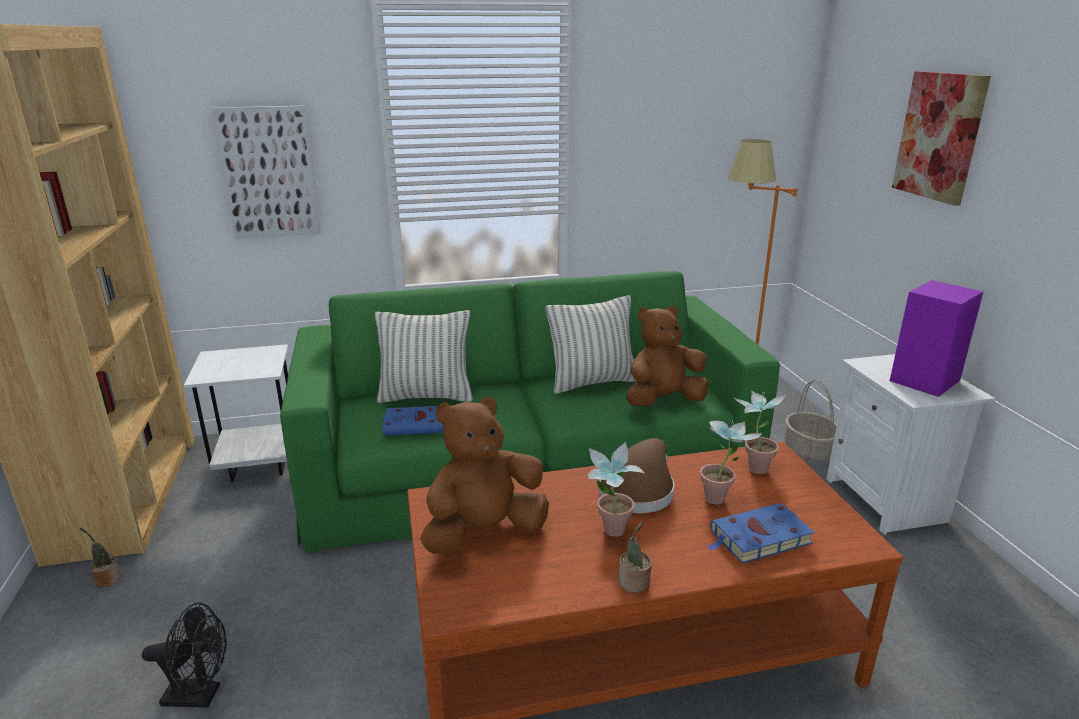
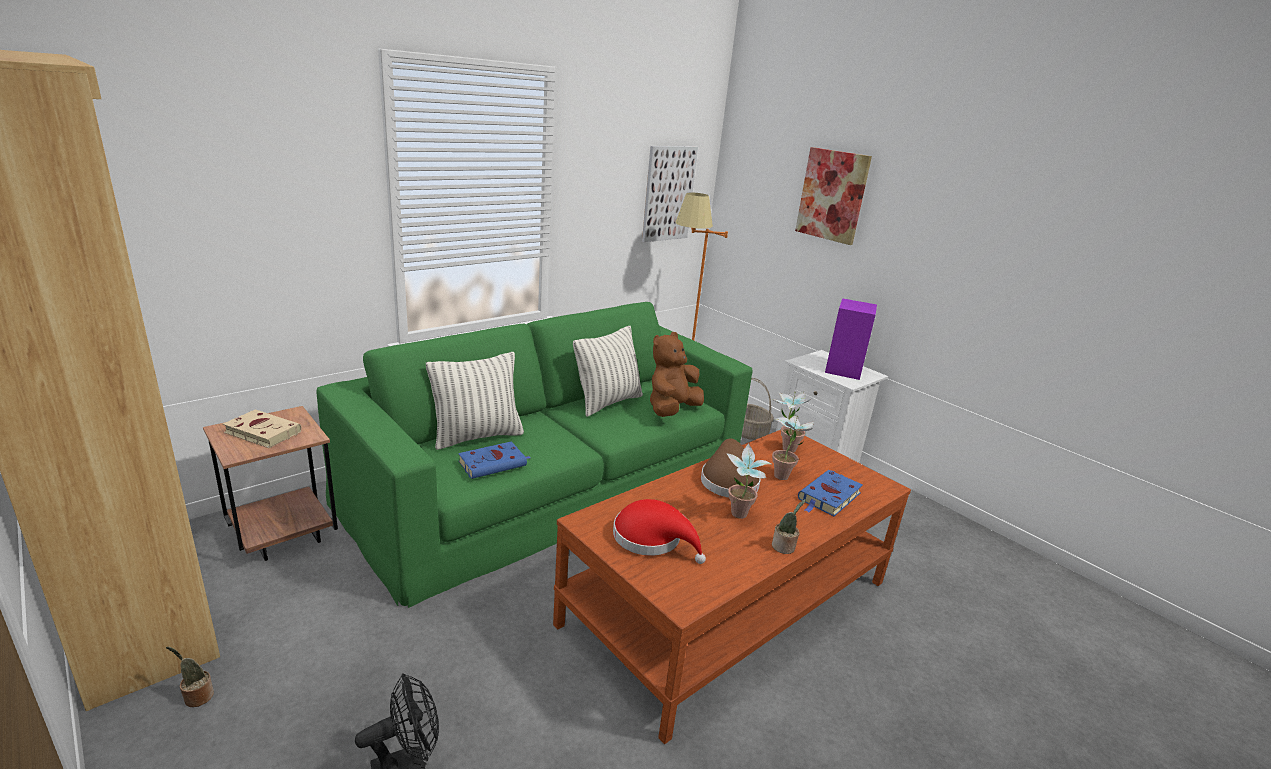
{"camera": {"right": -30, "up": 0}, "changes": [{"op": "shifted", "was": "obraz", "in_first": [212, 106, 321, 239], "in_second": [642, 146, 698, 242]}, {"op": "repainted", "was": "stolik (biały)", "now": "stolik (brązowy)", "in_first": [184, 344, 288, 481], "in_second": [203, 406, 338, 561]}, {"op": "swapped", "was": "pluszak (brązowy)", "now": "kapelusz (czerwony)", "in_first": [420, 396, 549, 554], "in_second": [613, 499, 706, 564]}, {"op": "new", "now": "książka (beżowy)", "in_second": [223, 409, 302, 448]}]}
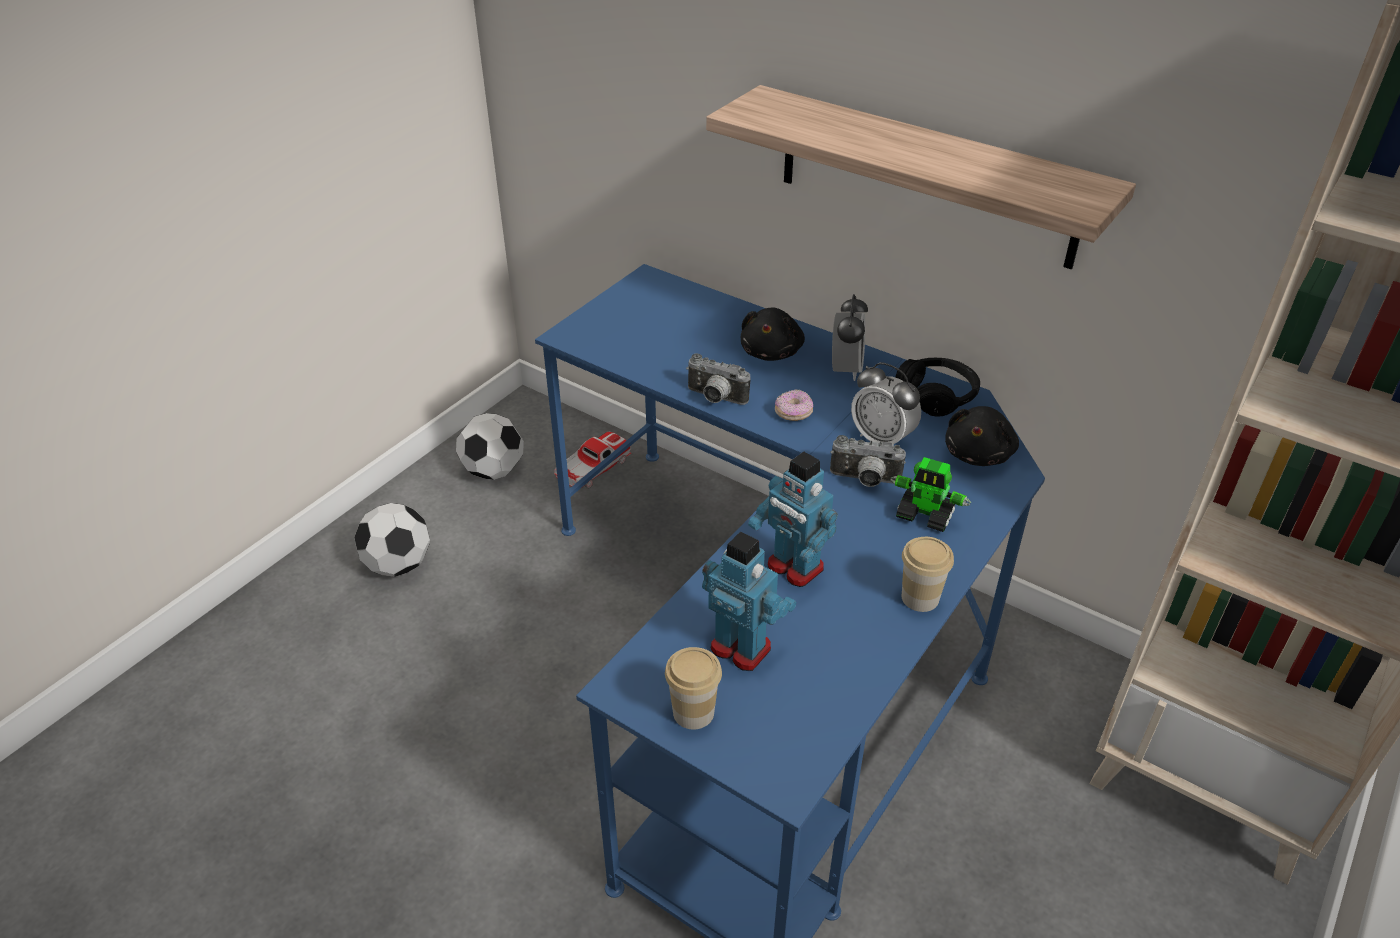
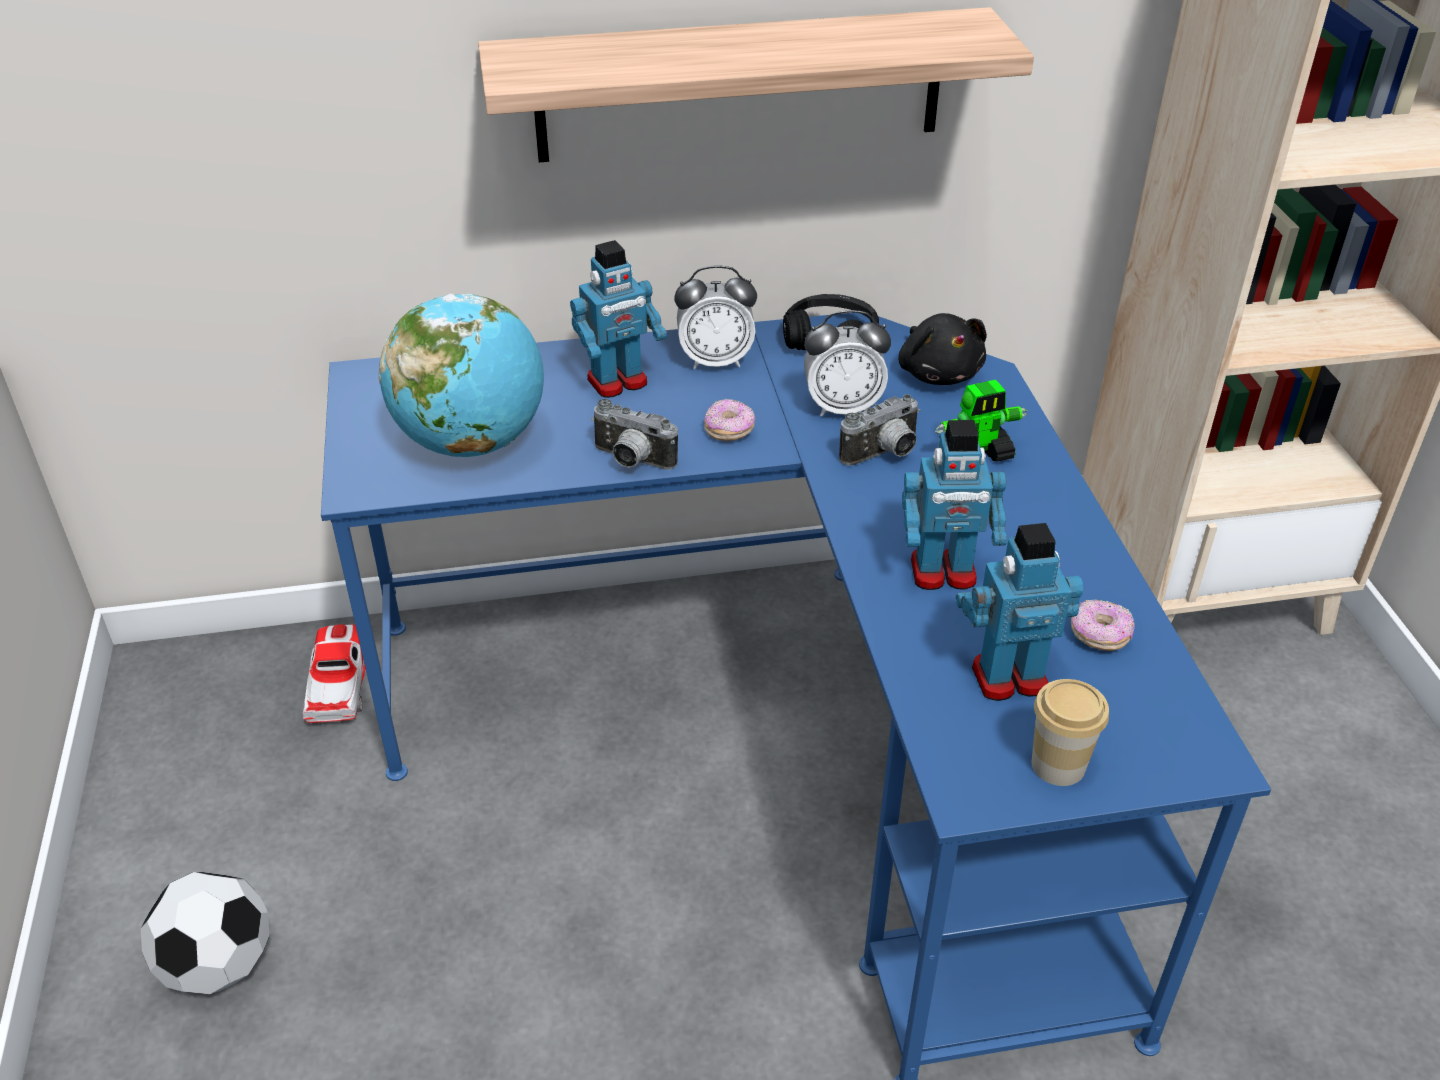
{"camera": {"right": -45, "up": 0}, "changes": [{"op": "rotated", "was": "budzik", "in_first": [832, 294, 868, 381], "in_second": [674, 265, 757, 369], "clockwise": 120}, {"op": "swapped", "was": "pluszak (czarny)", "now": "robot zabawkowy", "in_first": [741, 308, 805, 361], "in_second": [570, 240, 667, 398]}, {"op": "rotated", "was": "aparat fotograficzny", "in_first": [686, 353, 751, 405], "in_second": [591, 399, 678, 470], "clockwise": 45}, {"op": "gone", "was": "piłka futbolowa", "in_first": [456, 413, 524, 480]}, {"op": "gone", "was": "filiżanka", "in_first": [902, 537, 954, 612]}, {"op": "new", "now": "globus", "in_second": [379, 294, 544, 457]}, {"op": "new", "now": "donut", "in_second": [1071, 599, 1135, 651]}]}
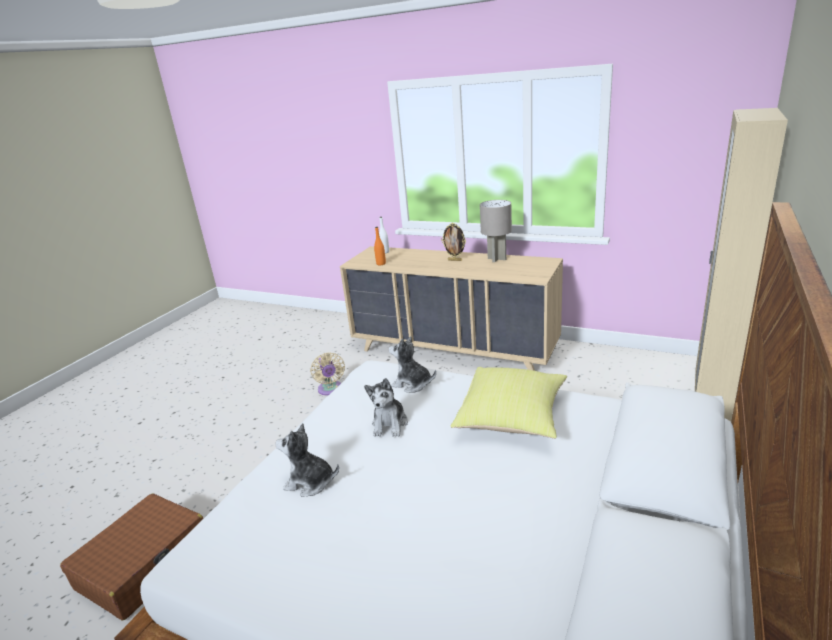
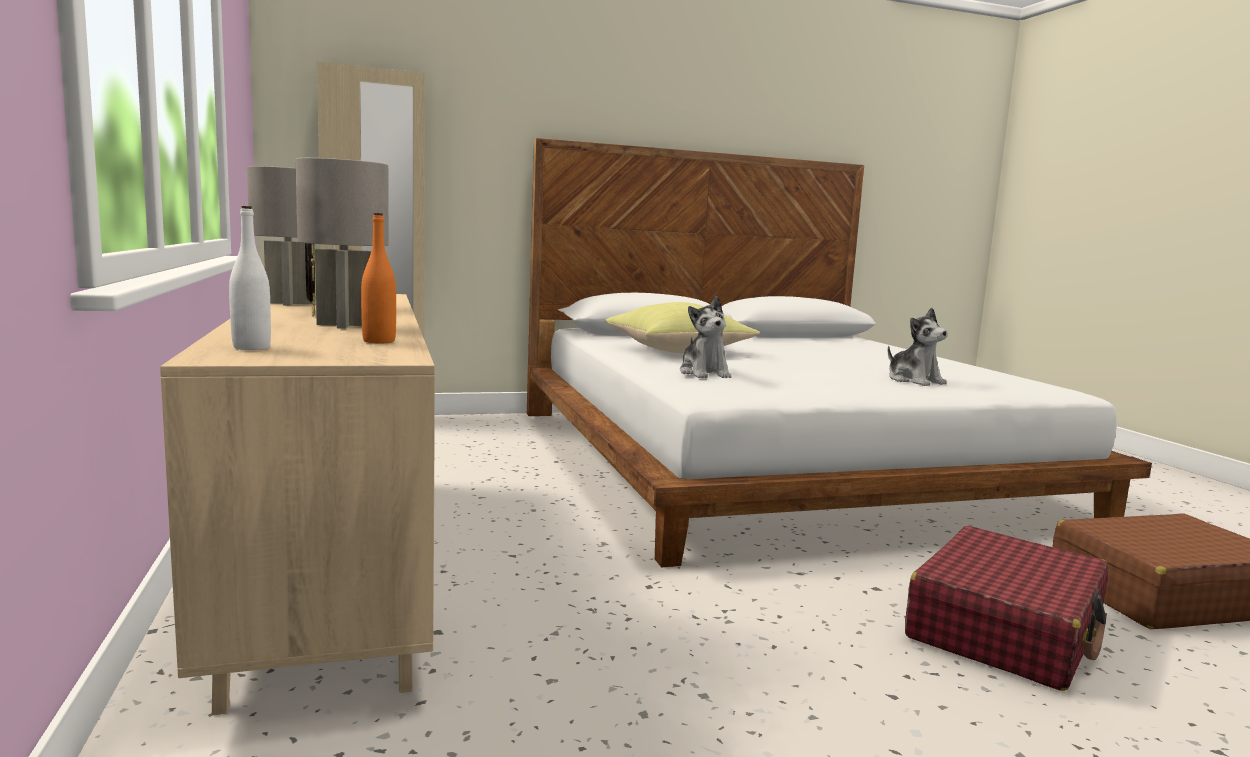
{"camera": {"right": -135, "up": -15}, "changes": [{"op": "gone", "was": "wentylator (beżowy)", "in_first": [310, 352, 345, 395]}, {"op": "gone", "was": "pluszak", "in_first": [364, 378, 408, 437]}, {"op": "new", "now": "lampa stołowa (szary)", "in_second": [295, 158, 389, 329]}, {"op": "new", "now": "walizka (czerwony)", "in_second": [905, 526, 1109, 691]}]}
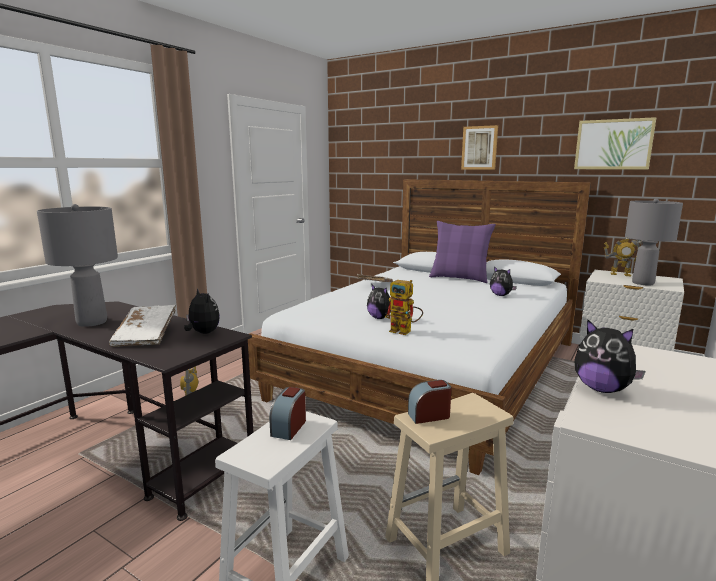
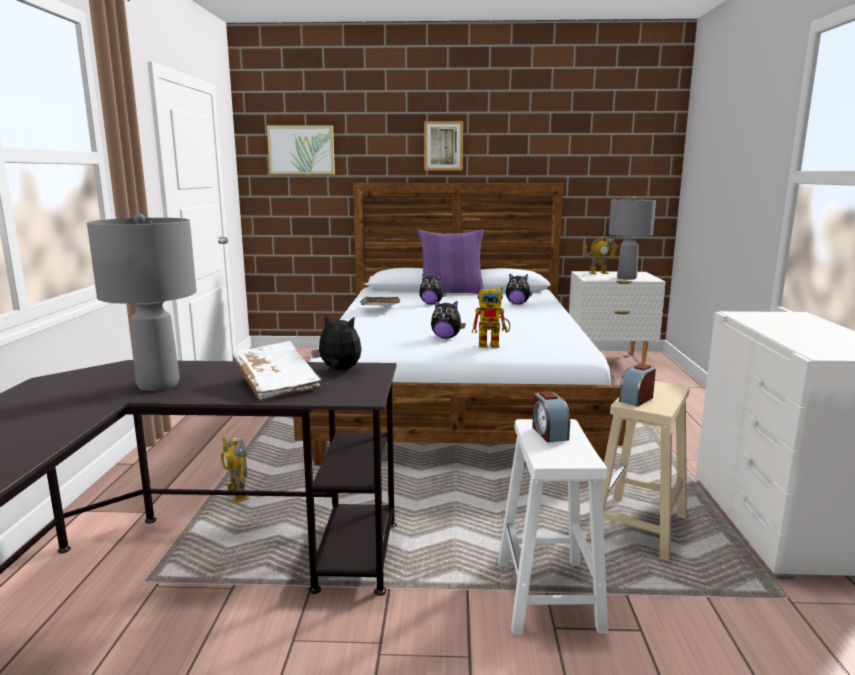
{"camera": {"right": -30, "up": 0}, "changes": [{"op": "shifted", "was": "obraz", "in_first": [574, 117, 656, 170], "in_second": [267, 125, 335, 174]}, {"op": "shifted", "was": "pluszak", "in_first": [574, 319, 646, 393], "in_second": [419, 273, 447, 304]}]}
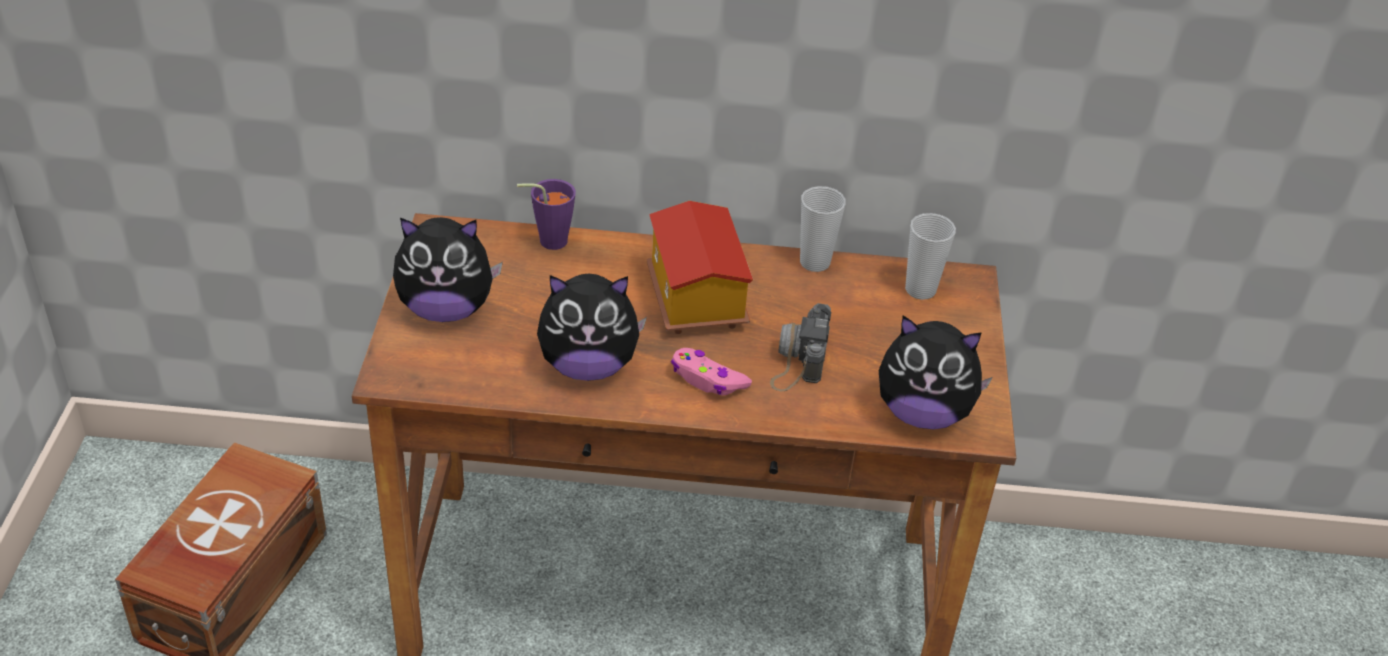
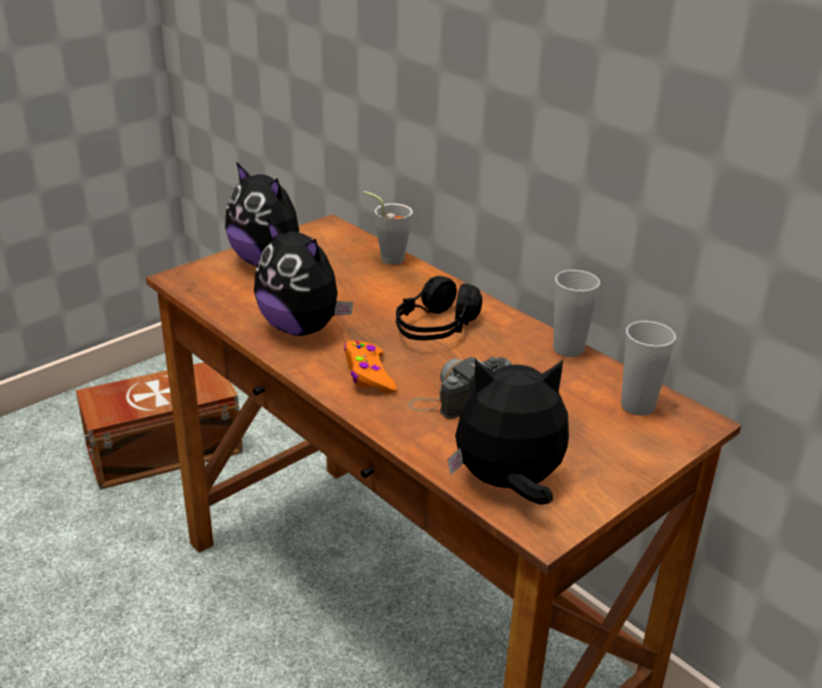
{"camera": {"right": 45, "up": -10}, "changes": [{"op": "repainted", "was": "filiżanka (fioletowy)", "now": "filiżanka (szary)", "in_first": [517, 179, 576, 250], "in_second": [363, 191, 413, 265]}, {"op": "swapped", "was": "domek", "now": "słuchawki (czarny)", "in_first": [647, 201, 753, 334], "in_second": [396, 276, 482, 340]}, {"op": "rotated", "was": "pluszak", "in_first": [879, 316, 993, 429], "in_second": [448, 359, 569, 505], "clockwise": 120}, {"op": "repainted", "was": "pad do gier (różowy)", "now": "pad do gier (pomarańczowy)", "in_first": [671, 348, 752, 396], "in_second": [344, 341, 397, 394]}]}
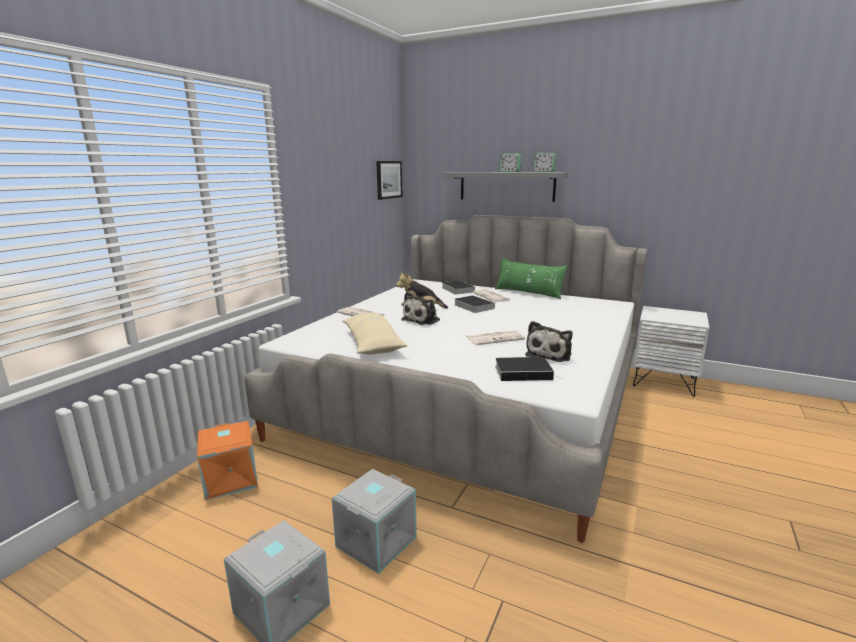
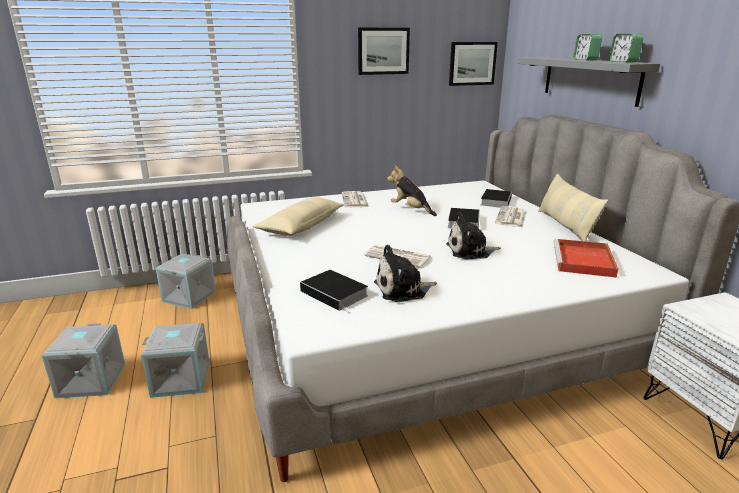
{"camera": {"right": 45, "up": 5}, "changes": [{"op": "repainted", "was": "poduszka (zielony)", "now": "poduszka (beżowy)", "in_first": [495, 258, 567, 299], "in_second": [538, 174, 608, 242]}, {"op": "shifted", "was": "pluszak", "in_first": [401, 292, 440, 325], "in_second": [446, 212, 500, 259]}, {"op": "repainted", "was": "pojemnik do przechowywania (pomarańczowy)", "now": "pojemnik do przechowywania (szary)", "in_first": [197, 421, 258, 500], "in_second": [156, 254, 216, 309]}, {"op": "new", "now": "obraz", "in_second": [358, 28, 410, 75]}, {"op": "new", "now": "taca (czerwony)", "in_second": [554, 239, 618, 278]}]}
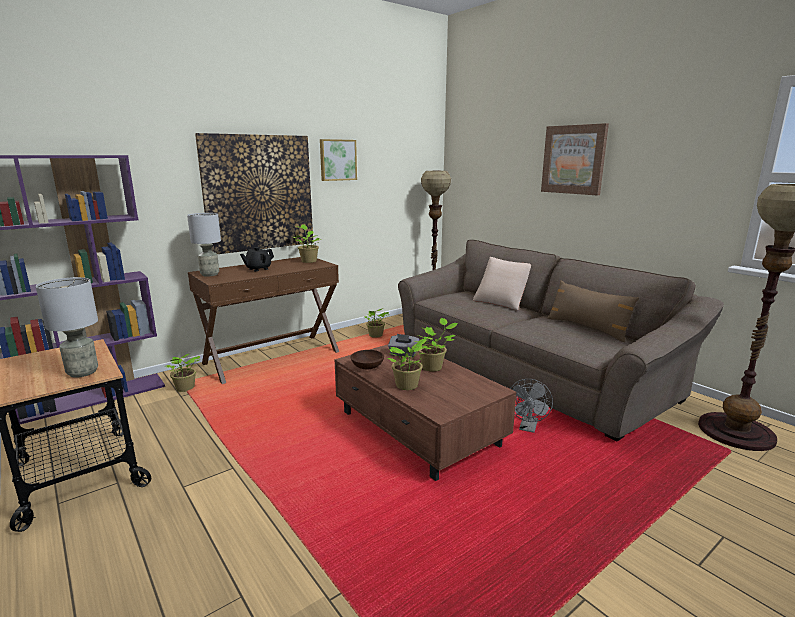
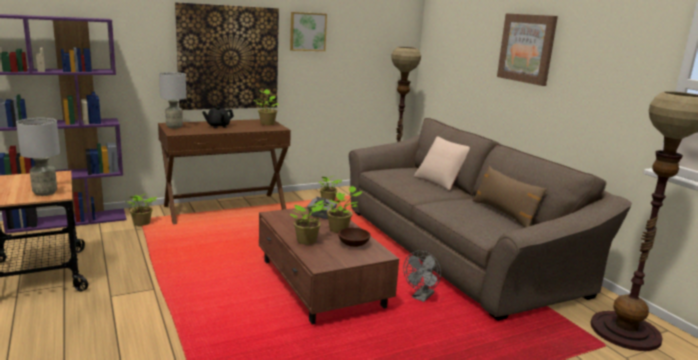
{"camera": {"right": 10, "up": 0}, "changes": [{"op": "shifted", "was": "miska (brązowy)", "in_first": [350, 350, 384, 369], "in_second": [338, 228, 371, 247]}]}
